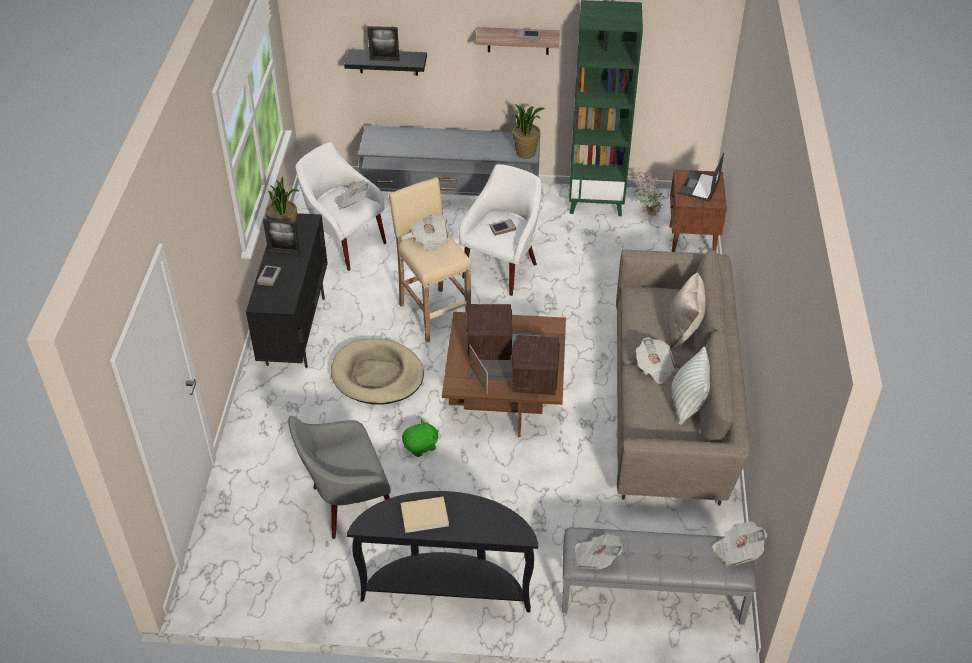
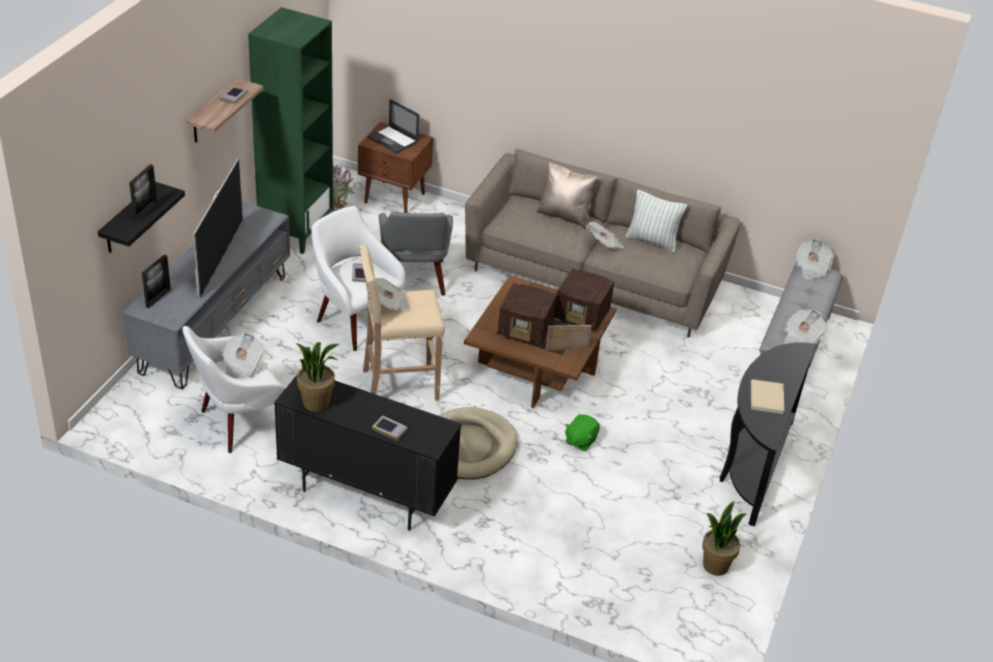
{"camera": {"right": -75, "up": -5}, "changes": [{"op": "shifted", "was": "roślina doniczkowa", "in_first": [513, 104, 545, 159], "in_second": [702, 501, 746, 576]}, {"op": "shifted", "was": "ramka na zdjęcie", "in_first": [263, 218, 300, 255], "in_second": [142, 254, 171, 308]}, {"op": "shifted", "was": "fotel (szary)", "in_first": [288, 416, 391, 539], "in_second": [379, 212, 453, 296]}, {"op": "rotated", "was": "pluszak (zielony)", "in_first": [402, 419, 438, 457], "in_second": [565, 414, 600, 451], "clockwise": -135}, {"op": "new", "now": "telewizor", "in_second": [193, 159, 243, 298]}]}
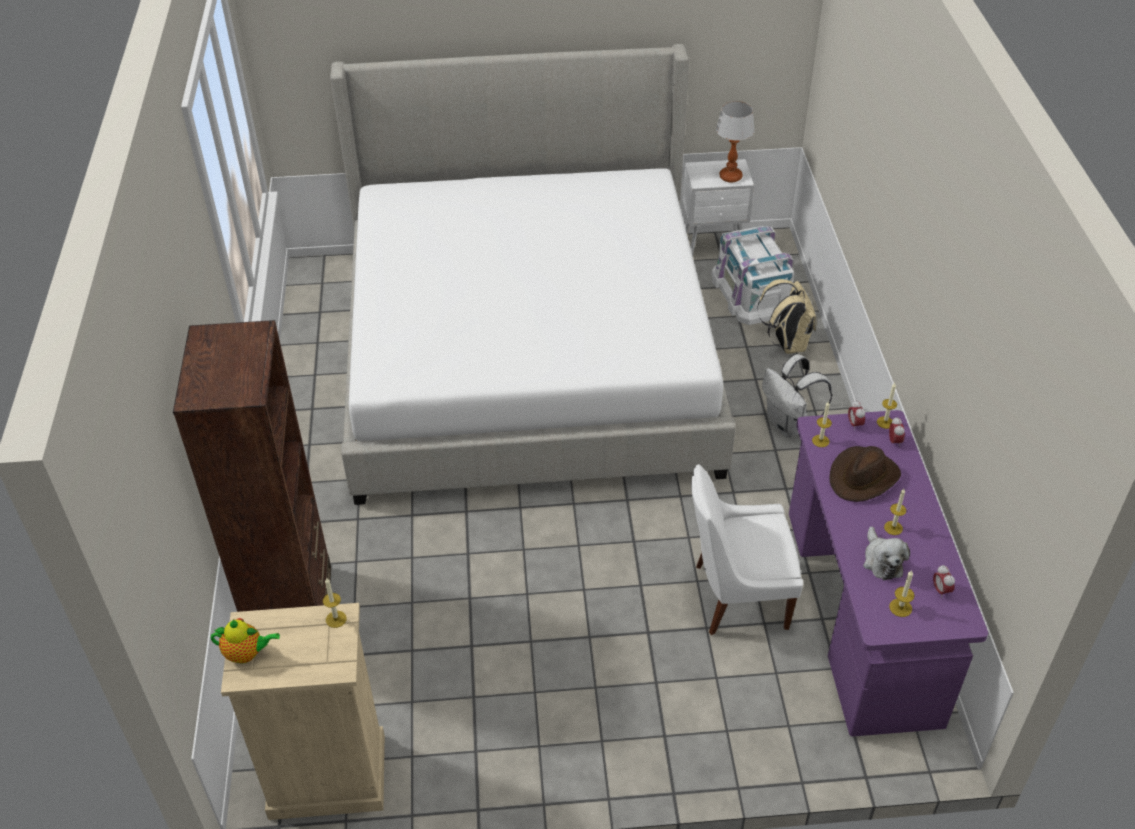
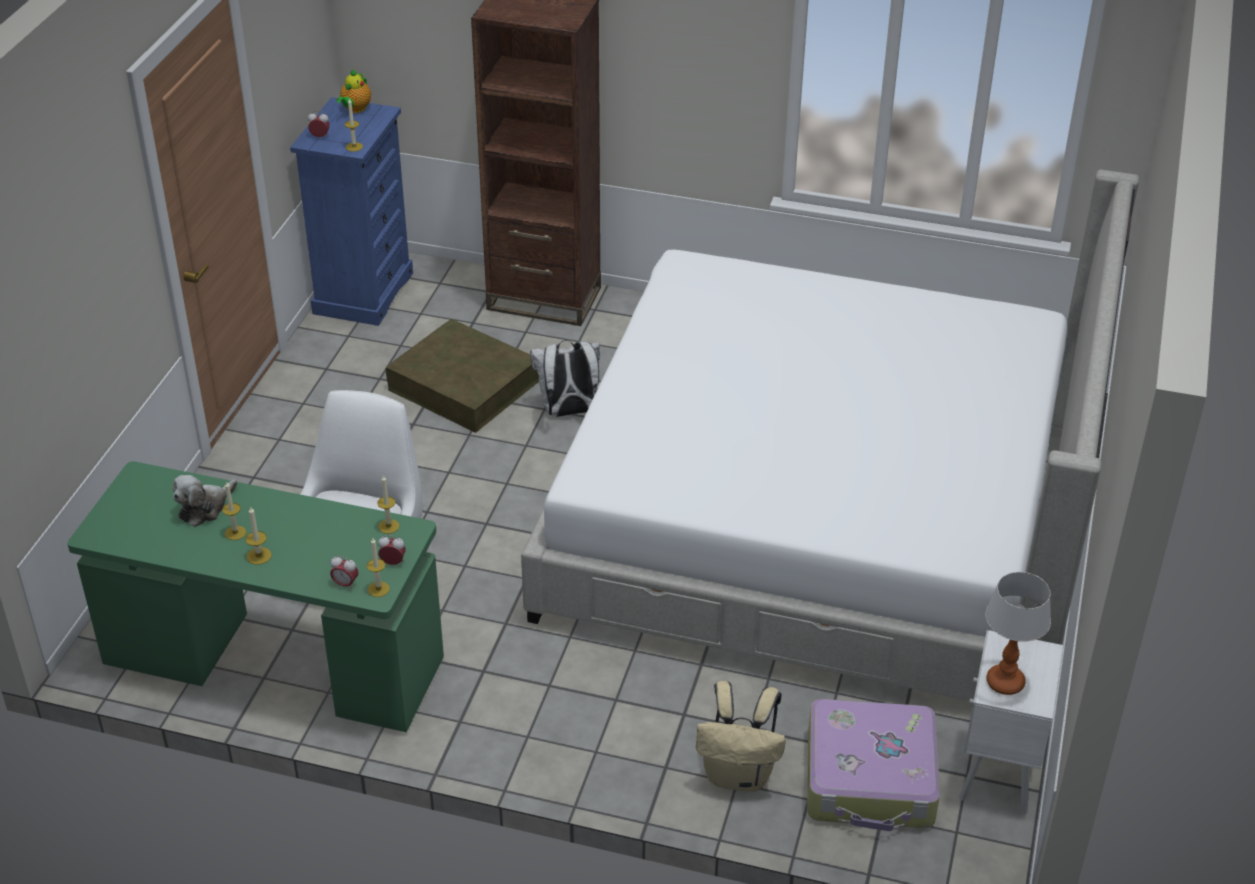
{"camera": {"right": 110, "up": -5}, "changes": [{"op": "swapped", "was": "pojemnik do przechowywania (biały)", "now": "walizka", "in_first": [711, 226, 794, 325], "in_second": [807, 699, 940, 831]}, {"op": "shifted", "was": "plecak (biały)", "in_first": [762, 354, 832, 437], "in_second": [530, 340, 600, 417]}, {"op": "repainted", "was": "biurko (fioletowy)", "now": "biurko (zielony)", "in_first": [789, 410, 988, 736], "in_second": [67, 461, 444, 732]}, {"op": "gone", "was": "kapelusz (brązowy)", "in_first": [829, 446, 901, 502]}, {"op": "rotated", "was": "pluszak", "in_first": [863, 526, 910, 580], "in_second": [173, 475, 237, 527], "clockwise": -60}, {"op": "shifted", "was": "budzik", "in_first": [933, 565, 955, 598], "in_second": [308, 111, 330, 137]}, {"op": "shifted", "was": "świeca", "in_first": [889, 570, 915, 617], "in_second": [245, 506, 272, 565]}, {"op": "repainted", "was": "komoda (beżowy)", "now": "komoda (niebieski)", "in_first": [221, 603, 385, 820], "in_second": [290, 97, 413, 326]}, {"op": "new", "now": "pojemnik do przechowywania (brązowy)", "in_second": [386, 319, 539, 433]}]}
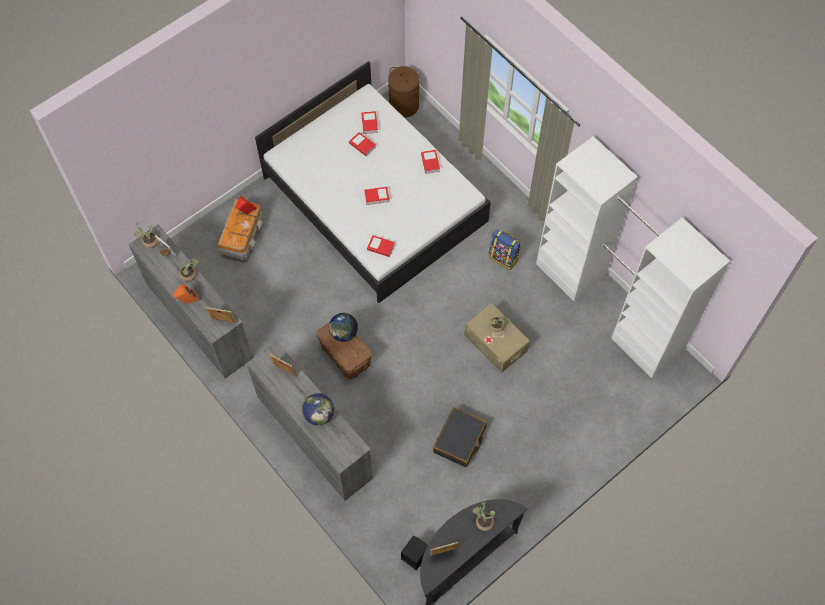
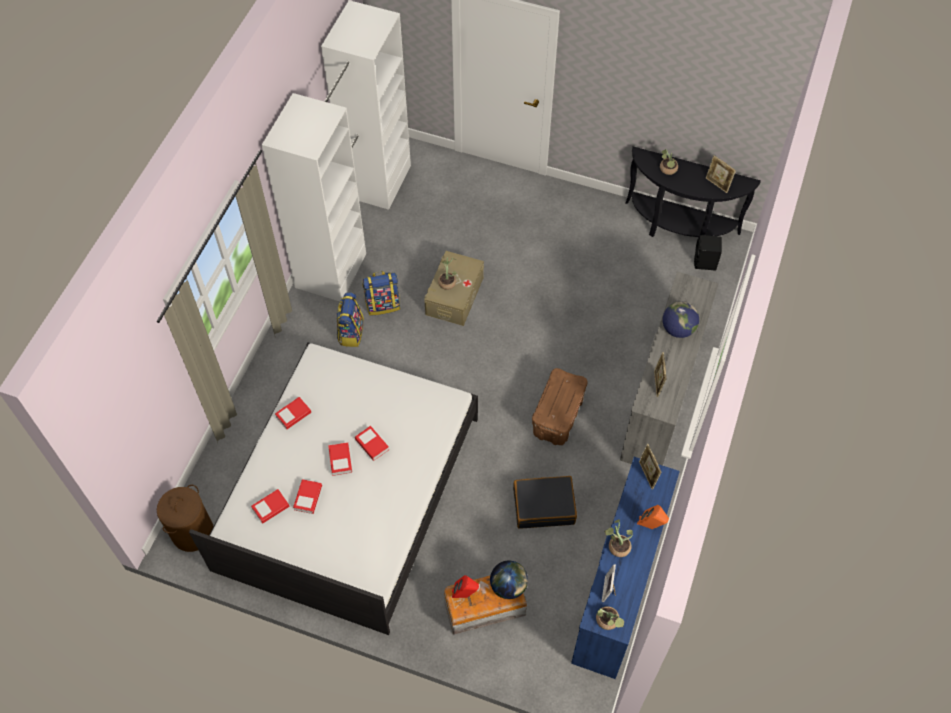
{"camera": {"right": -120, "up": -5}, "changes": [{"op": "repainted", "was": "komoda (szary)", "now": "komoda (niebieski)", "in_first": [128, 225, 253, 379], "in_second": [571, 457, 680, 679]}, {"op": "shifted", "was": "książka", "in_first": [367, 235, 395, 257], "in_second": [328, 442, 352, 476]}, {"op": "shifted", "was": "globus", "in_first": [329, 313, 358, 342], "in_second": [490, 561, 528, 599]}, {"op": "shifted", "was": "walizka (czarny)", "in_first": [433, 407, 487, 467], "in_second": [513, 476, 577, 529]}, {"op": "new", "now": "plecak", "in_second": [363, 271, 400, 315]}]}
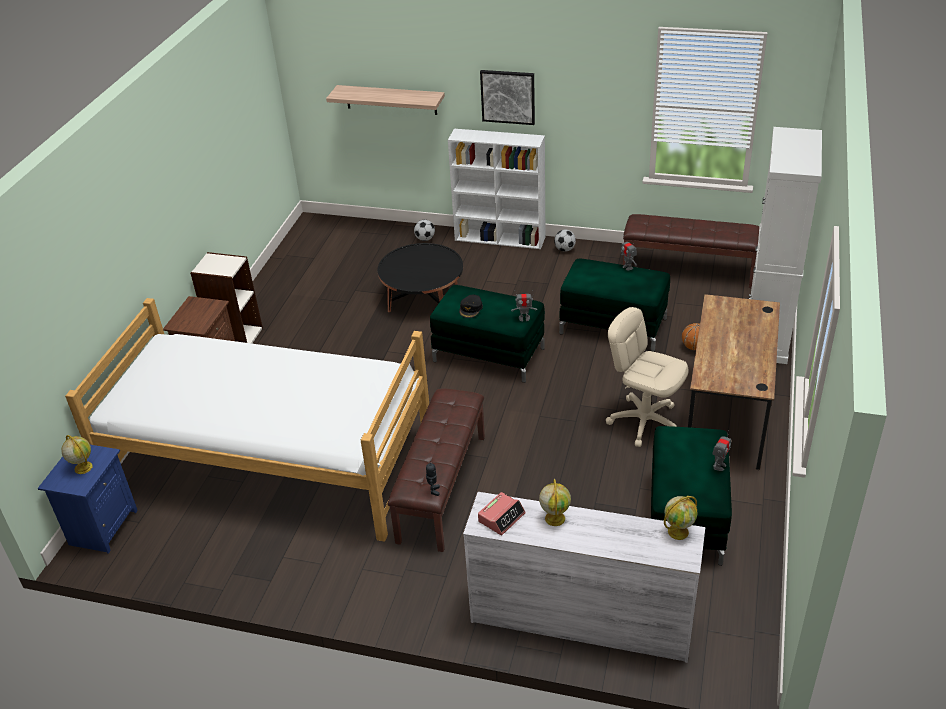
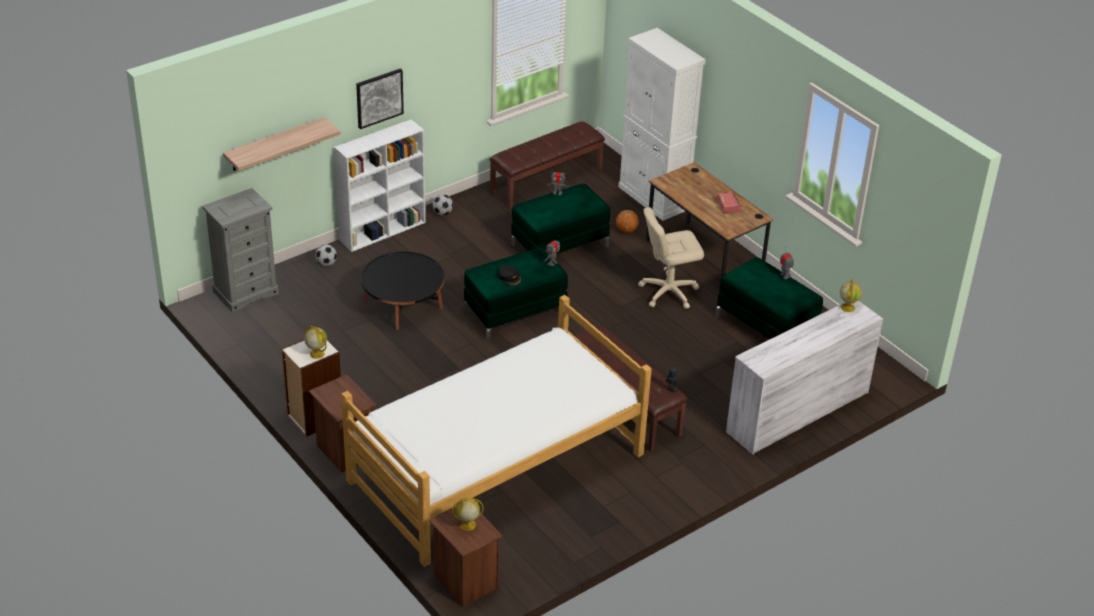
{"camera": {"right": -55, "up": 0}, "changes": [{"op": "repainted", "was": "szafka nocna (niebieski)", "now": "szafka nocna (brązowy)", "in_first": [38, 445, 138, 554], "in_second": [429, 507, 503, 607]}, {"op": "shifted", "was": "globus", "in_first": [539, 479, 571, 526], "in_second": [304, 326, 327, 359]}, {"op": "shifted", "was": "budzik", "in_first": [478, 492, 526, 535], "in_second": [717, 191, 742, 213]}, {"op": "new", "now": "komoda (szary)", "in_second": [202, 188, 279, 312]}]}
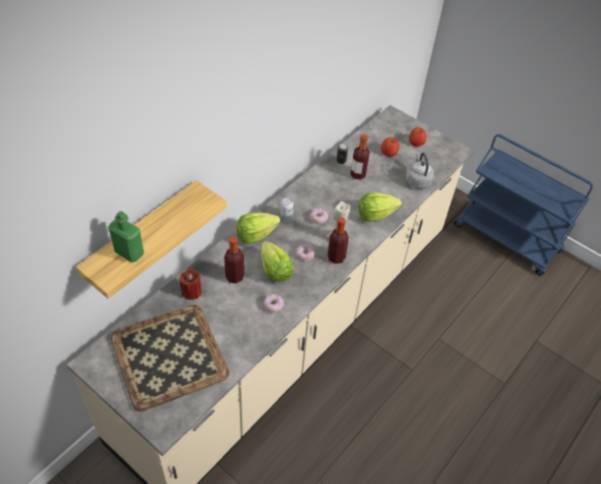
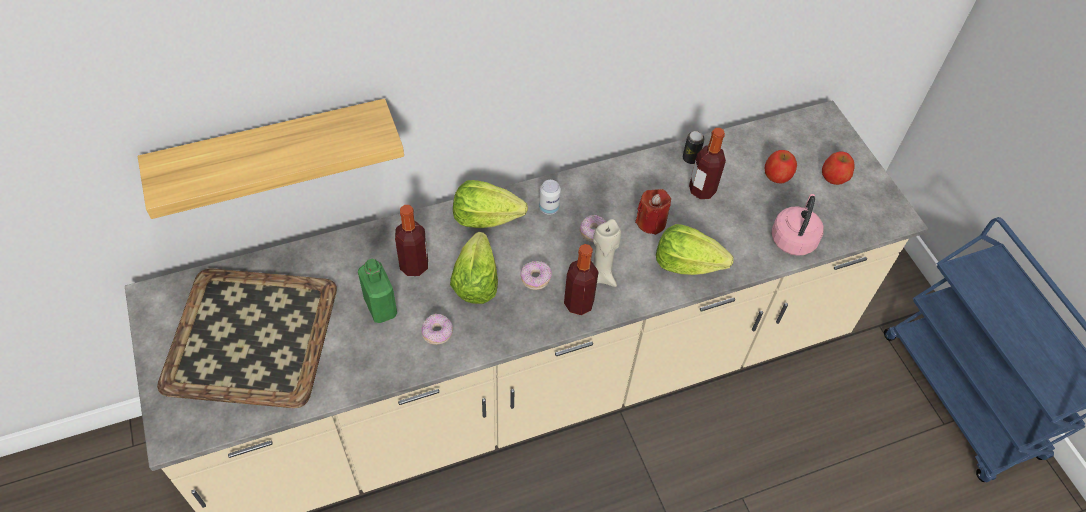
{"camera": {"right": 30, "up": 5}, "changes": [{"op": "repainted", "was": "czajnik (szary)", "now": "czajnik (różowy)", "in_first": [405, 153, 434, 189], "in_second": [772, 194, 824, 256]}, {"op": "shifted", "was": "butelka (zielony)", "in_first": [109, 211, 144, 262], "in_second": [358, 258, 397, 323]}, {"op": "shifted", "was": "świeca (czerwony)", "in_first": [180, 269, 202, 300], "in_second": [635, 189, 671, 235]}]}
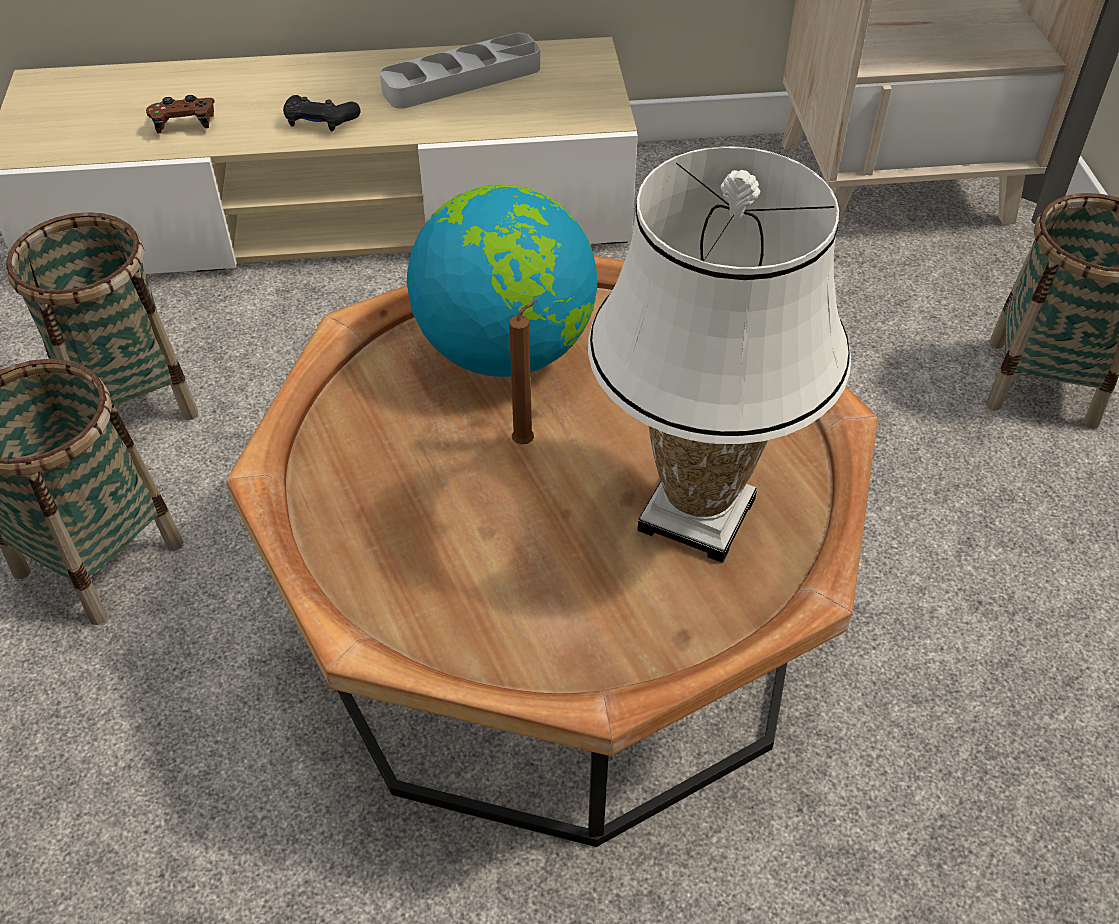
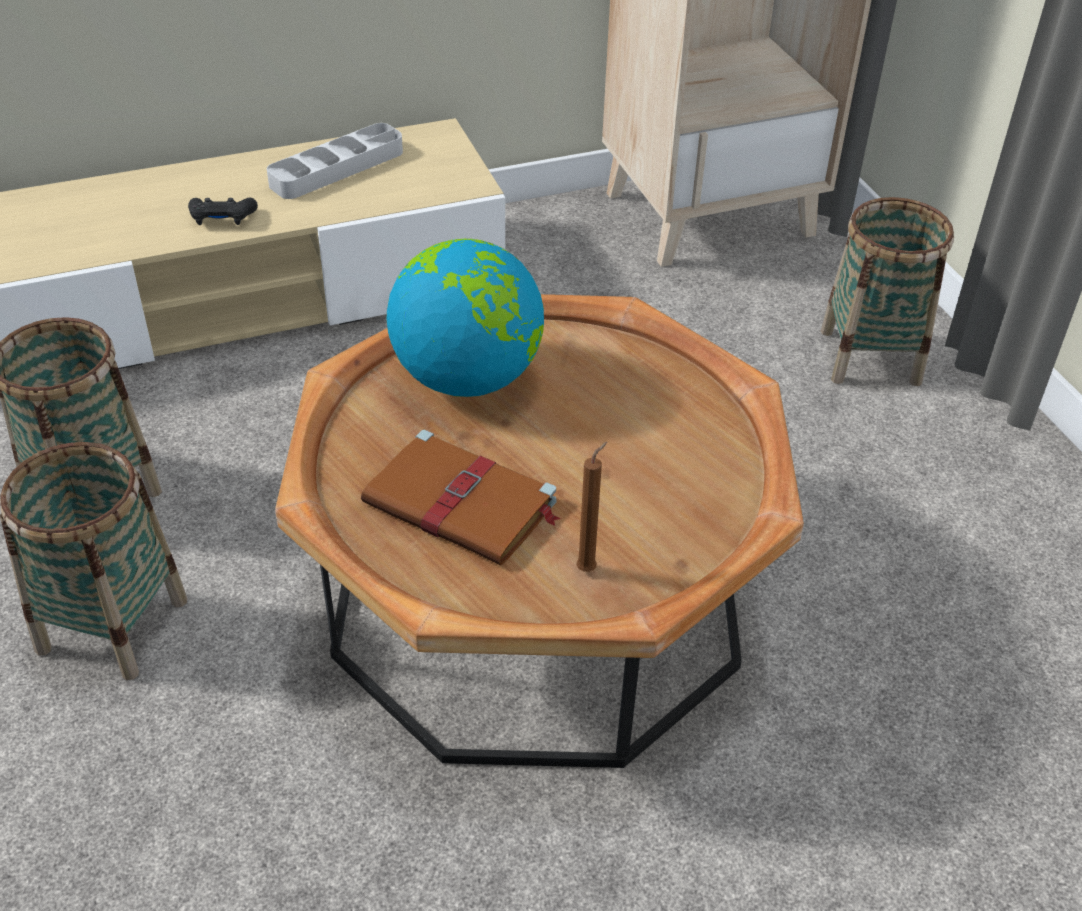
{"camera": {"right": -15, "up": -5}, "changes": [{"op": "gone", "was": "pad do gier (brązowy)", "in_first": [146, 95, 215, 133]}, {"op": "gone", "was": "lampa stołowa (biały)", "in_first": [588, 146, 851, 563]}, {"op": "shifted", "was": "świeca (brązowy)", "in_first": [509, 299, 537, 444], "in_second": [576, 442, 607, 572]}, {"op": "new", "now": "książka (brązowy)", "in_second": [361, 429, 561, 566]}]}
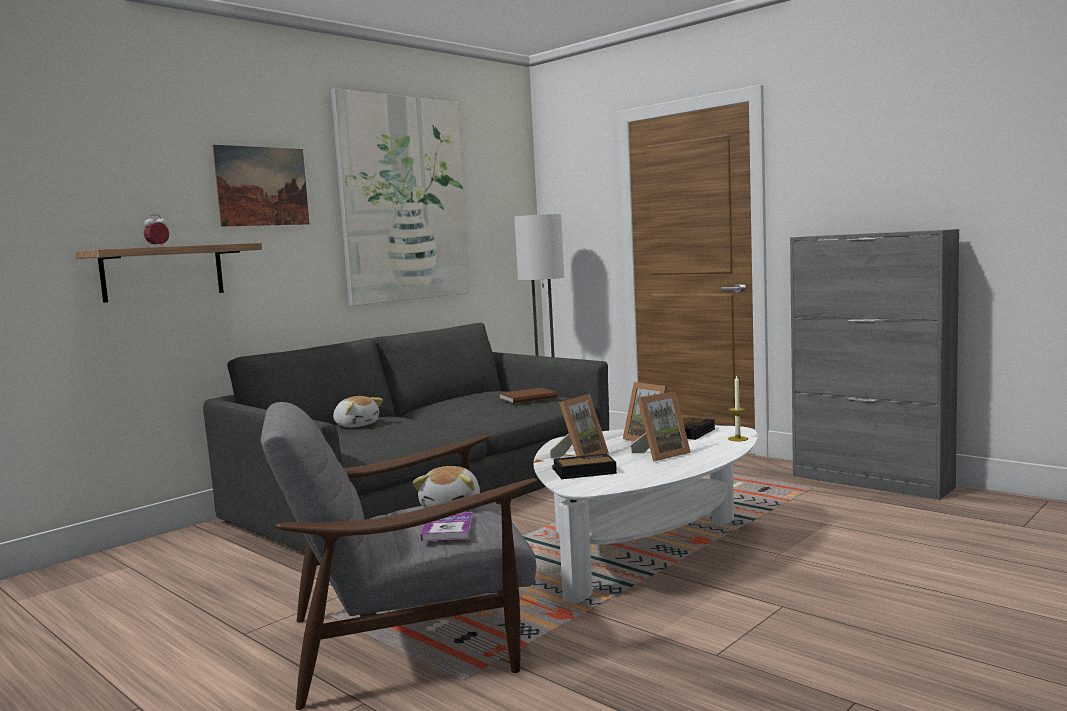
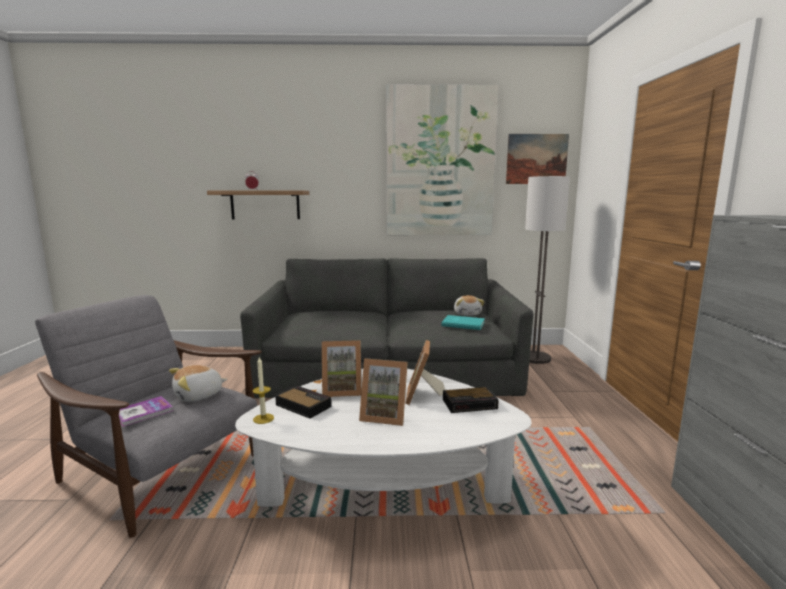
{"camera": {"right": 45, "up": 5}, "changes": [{"op": "shifted", "was": "obraz", "in_first": [212, 145, 309, 227], "in_second": [506, 134, 569, 184]}, {"op": "shifted", "was": "świeca", "in_first": [728, 375, 748, 441], "in_second": [252, 357, 274, 424]}, {"op": "repainted", "was": "książka (brązowy)", "now": "książka (turkusowy)", "in_first": [499, 387, 558, 404], "in_second": [441, 315, 485, 330]}, {"op": "shifted", "was": "pluszak", "in_first": [333, 396, 383, 428], "in_second": [454, 295, 484, 316]}]}
